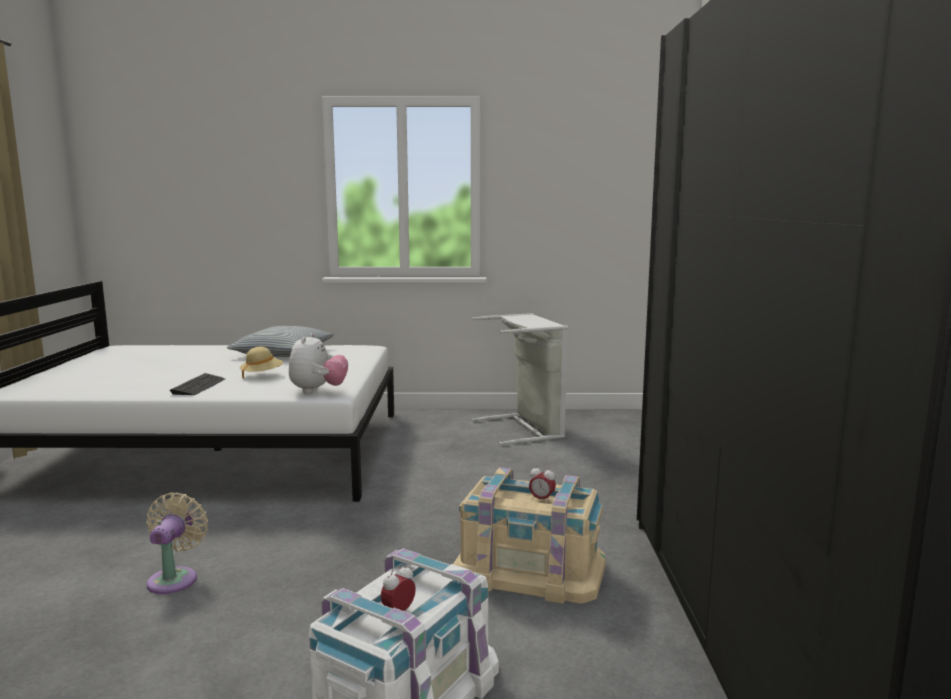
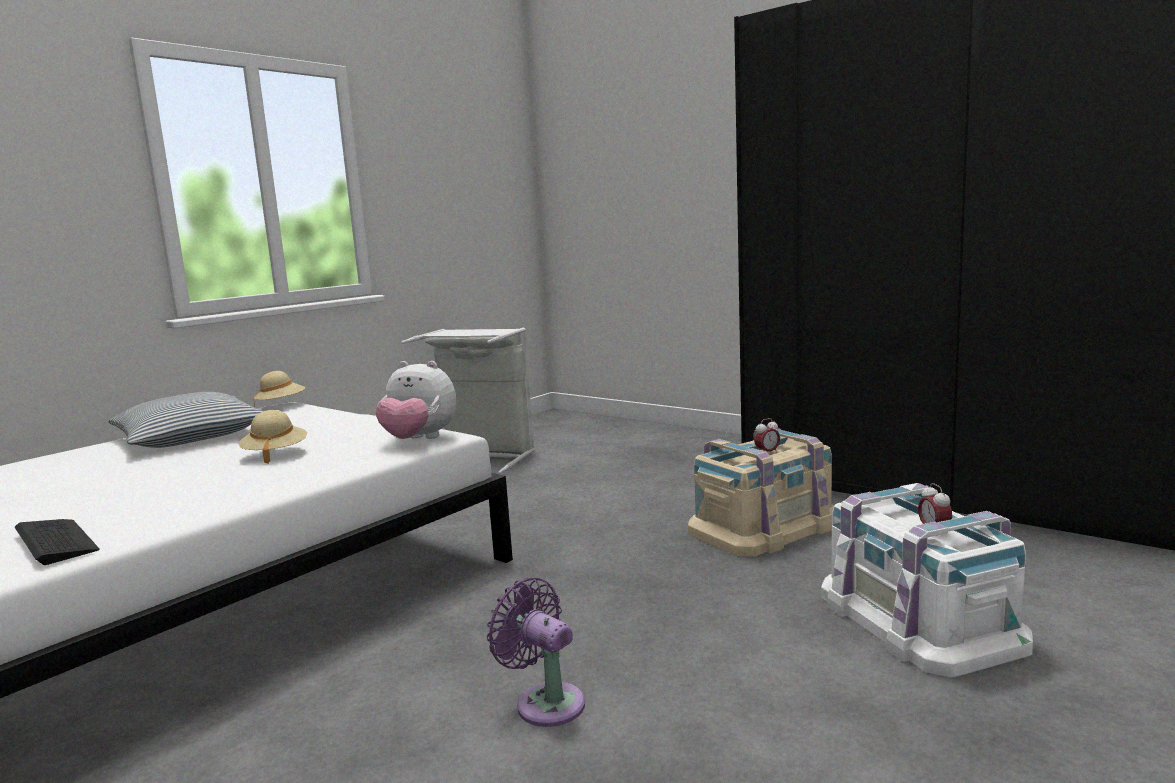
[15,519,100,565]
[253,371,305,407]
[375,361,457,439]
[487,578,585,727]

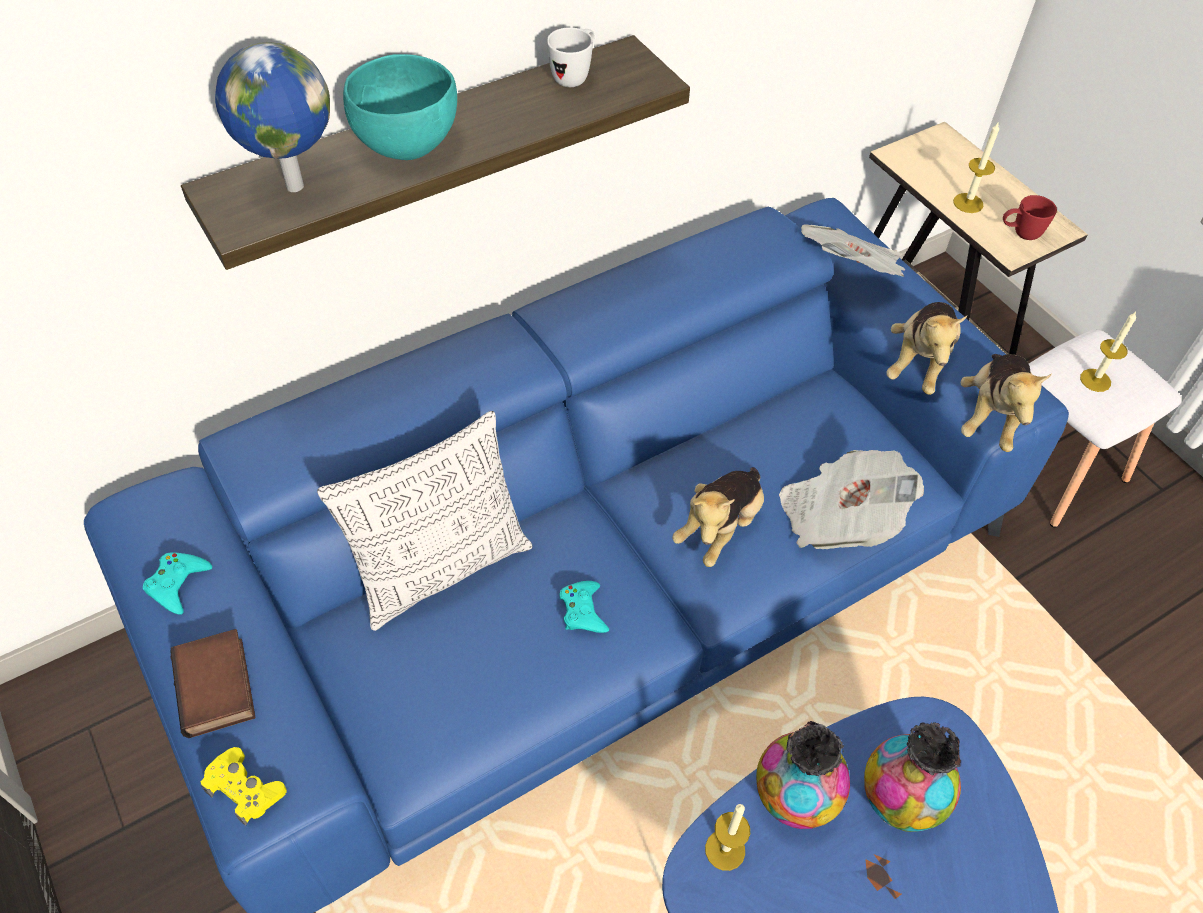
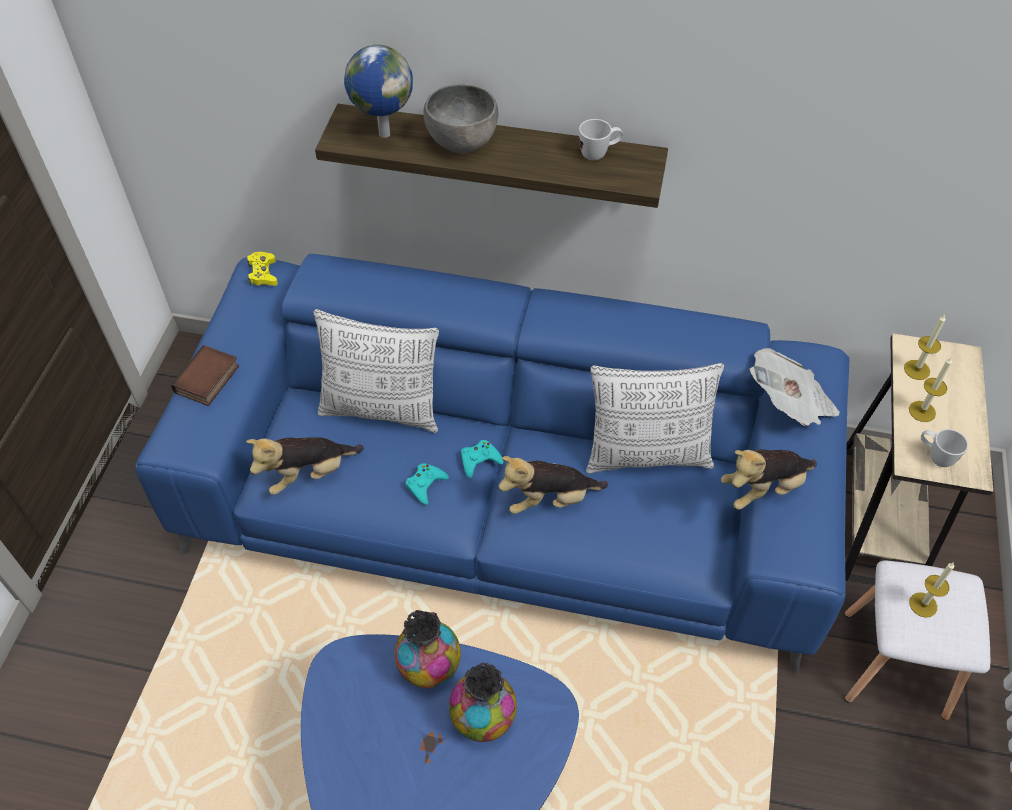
[246,437,364,495]
[247,252,278,286]
[423,84,498,154]
[461,440,503,478]
[586,363,724,474]
[904,315,945,380]
[921,429,968,467]
[779,450,924,549] (first image)

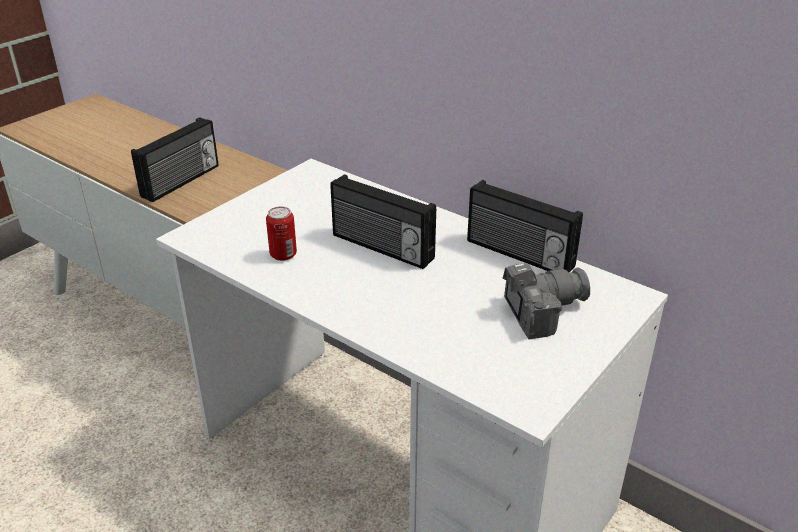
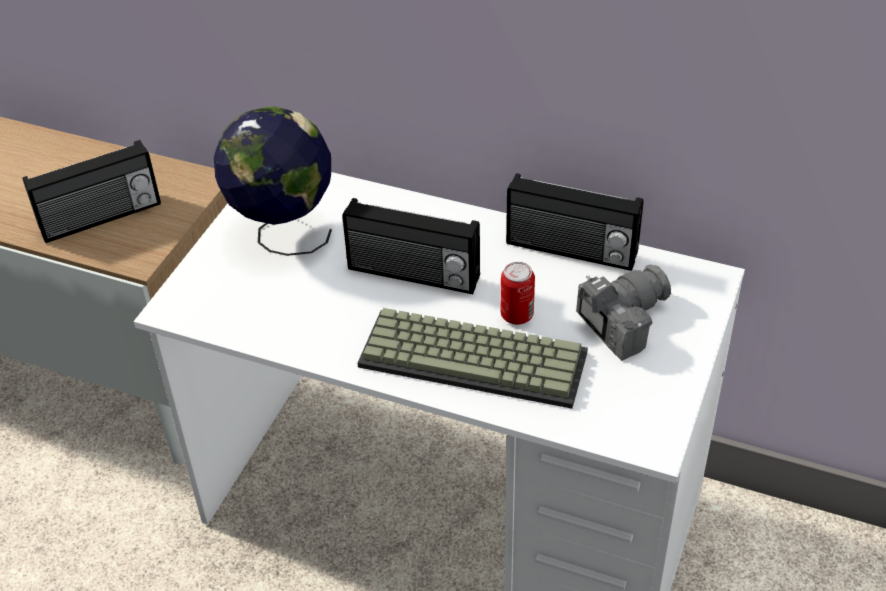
[23,140,161,243]
[214,106,332,256]
[357,308,588,409]
[501,262,535,325]

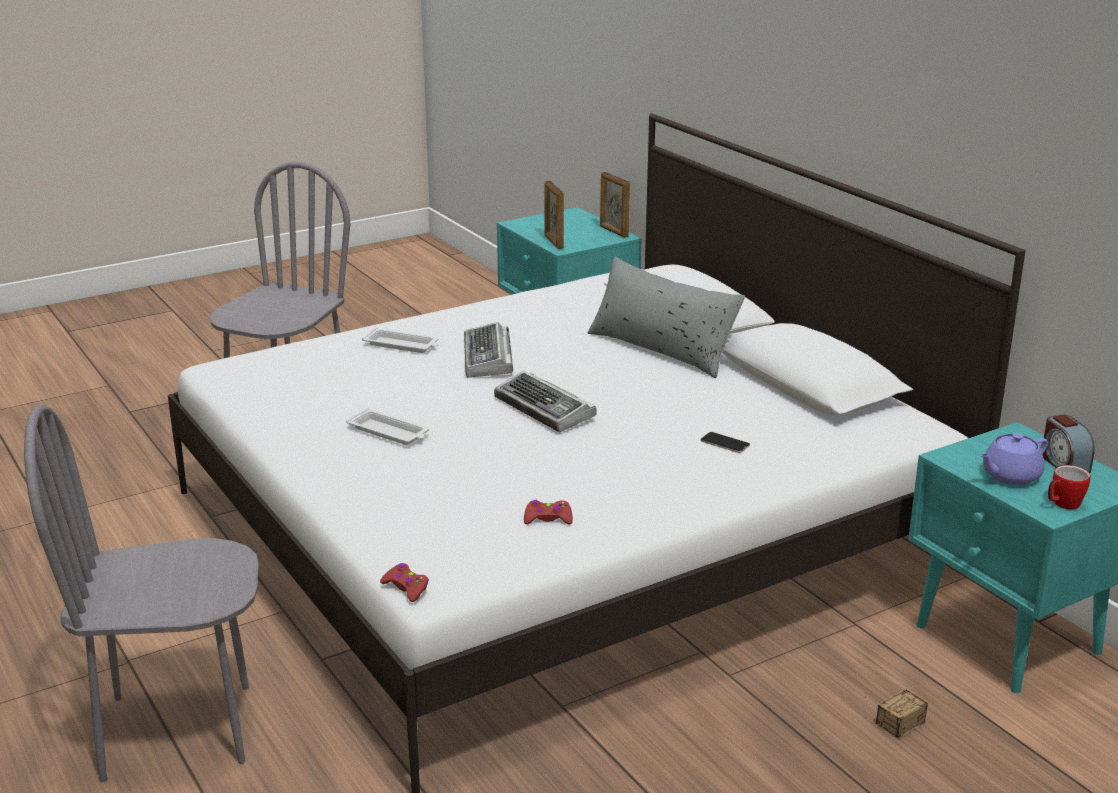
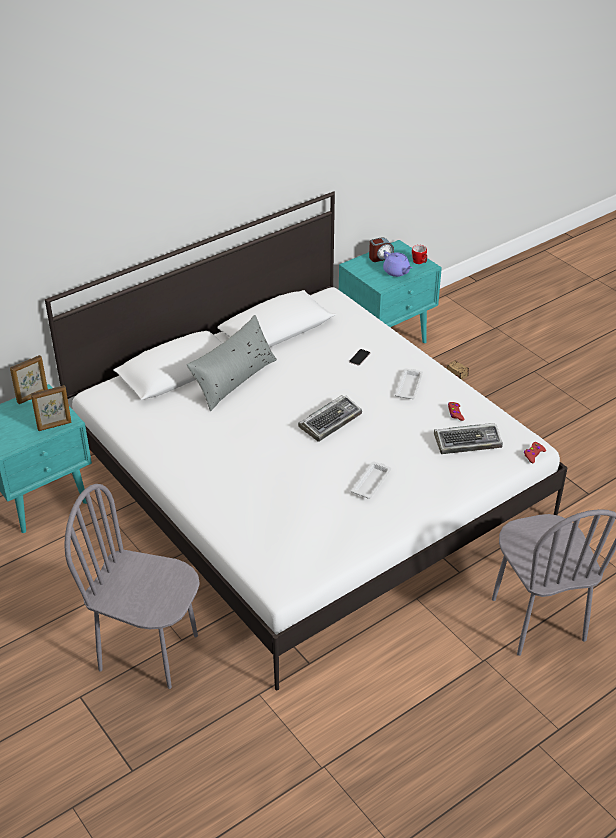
[395,369,423,399]
[434,423,503,454]

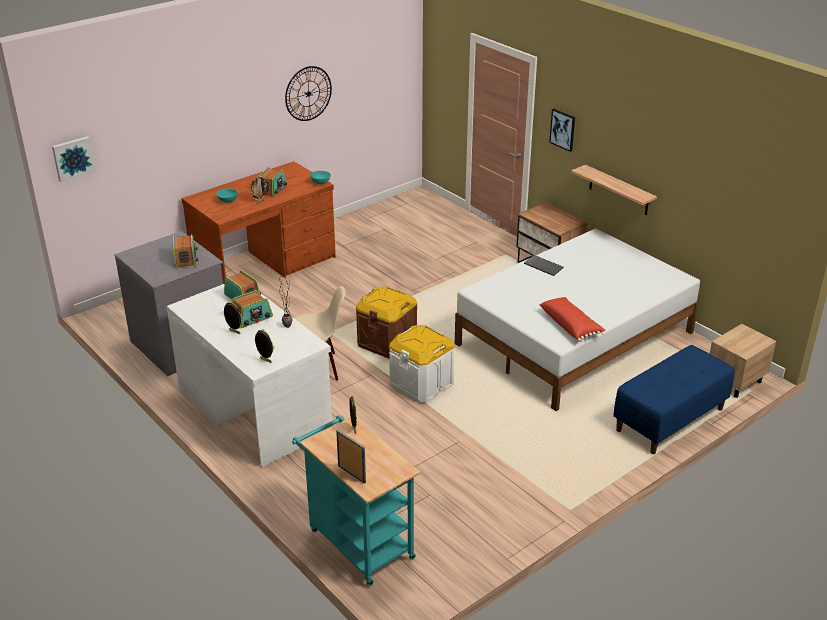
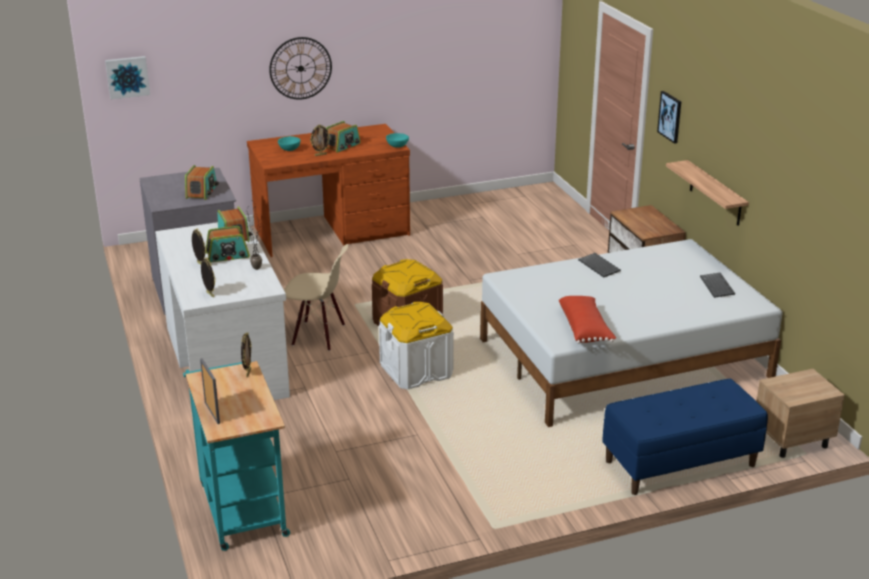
[269,37,332,100]
[700,273,735,298]

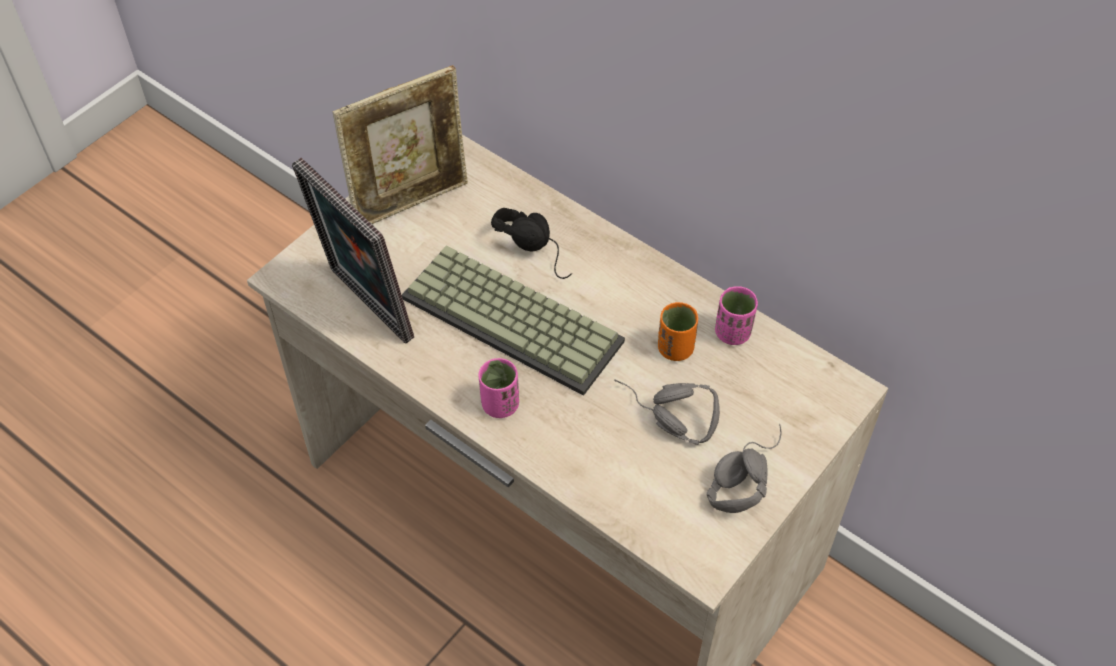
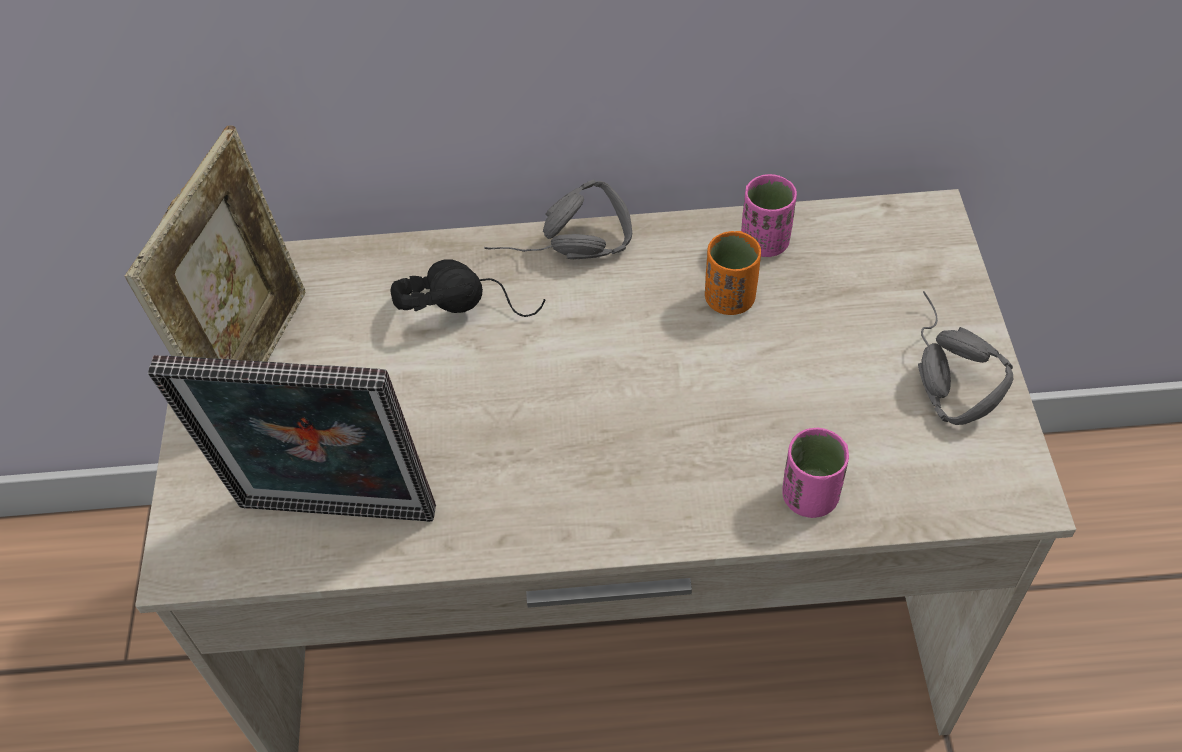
[484,180,632,259]
[782,428,849,518]
[402,245,625,396] (first image)

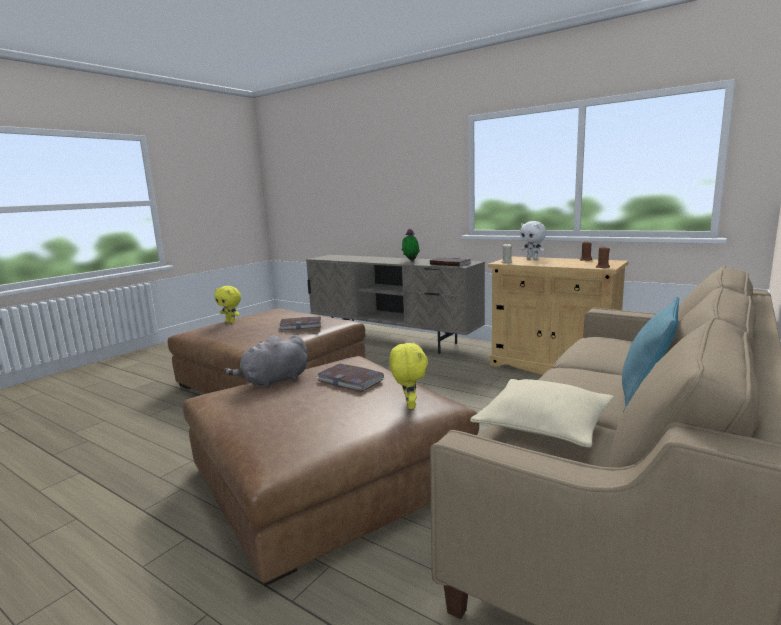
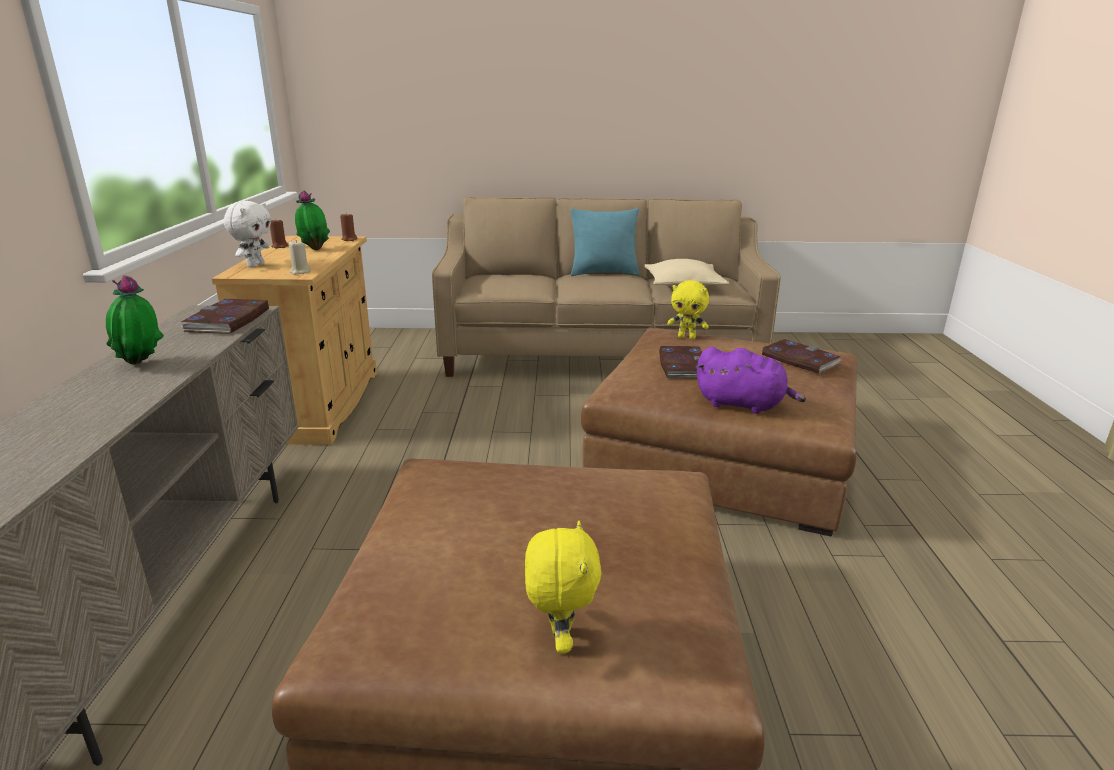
[295,190,330,250]
[667,280,709,339]
[697,347,806,414]
[761,339,841,374]

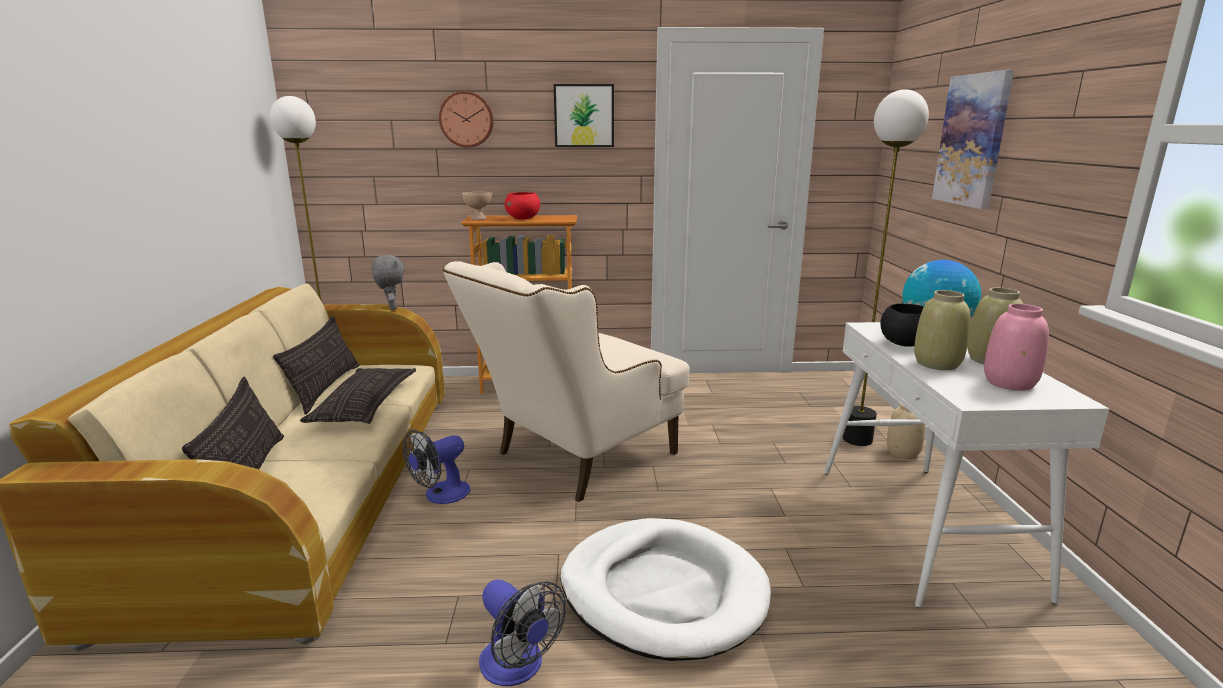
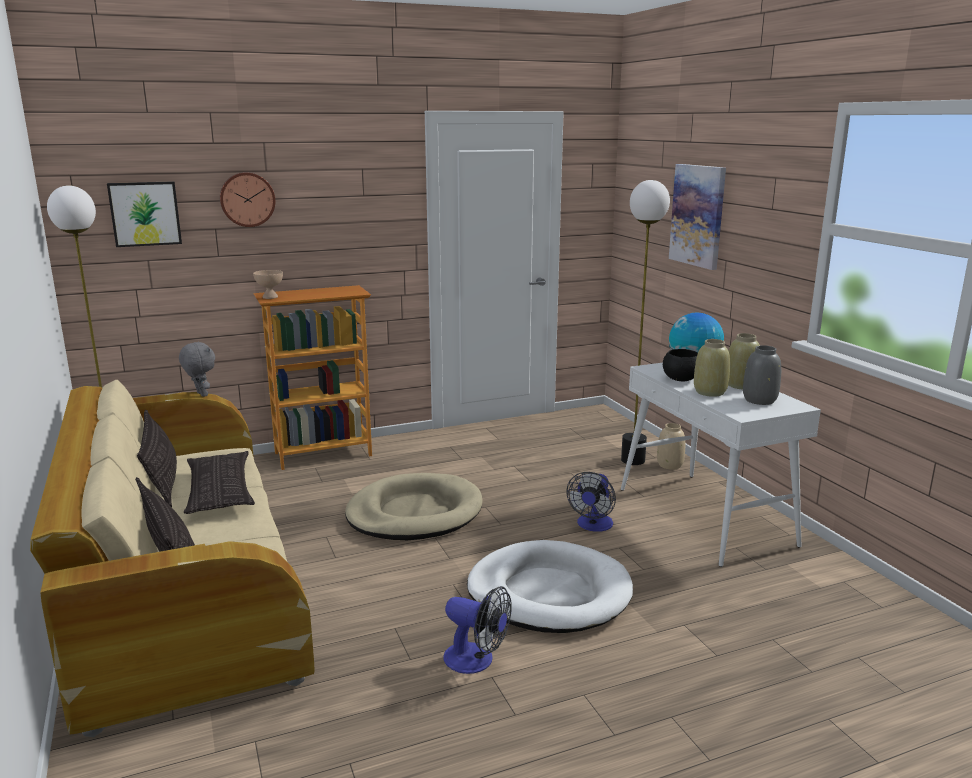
[107,181,182,247]
[345,473,483,540]
[566,472,616,532]
[743,345,781,405]
[505,192,540,220] (first image)

